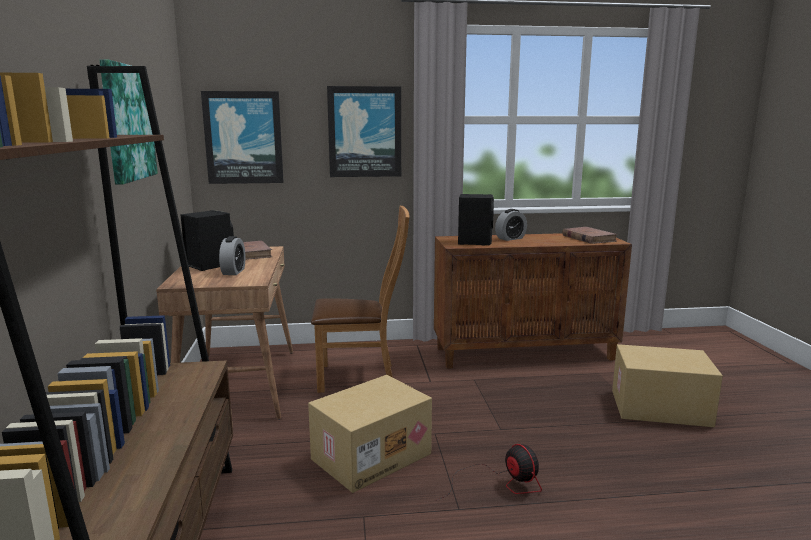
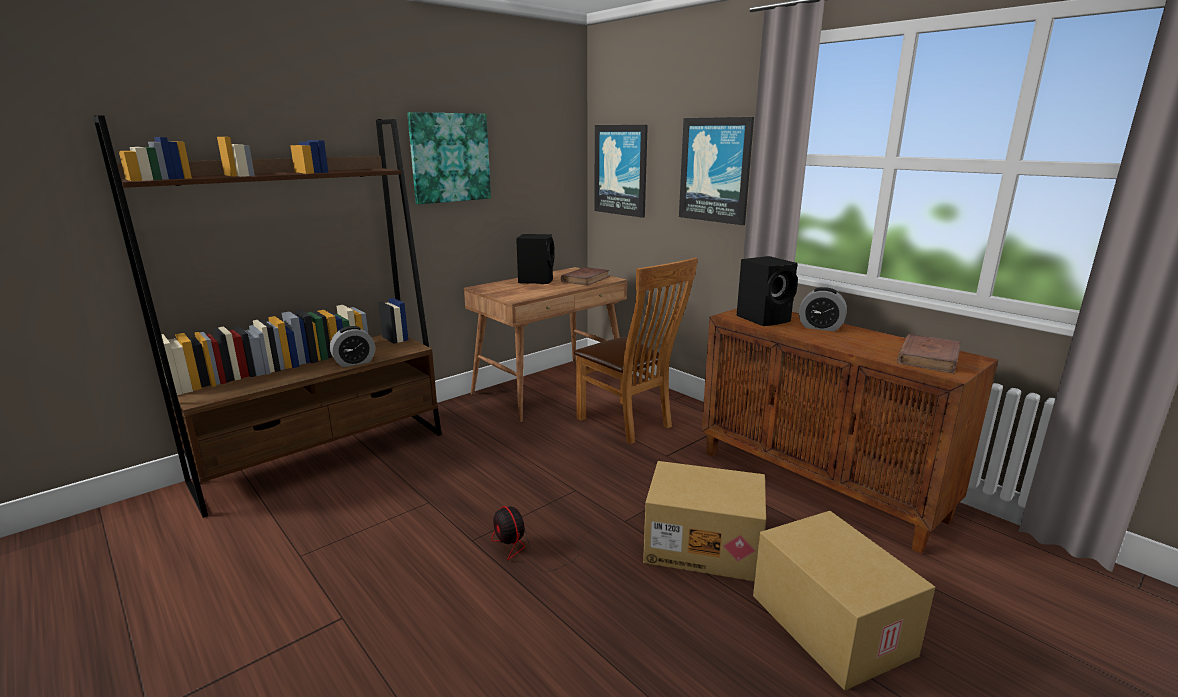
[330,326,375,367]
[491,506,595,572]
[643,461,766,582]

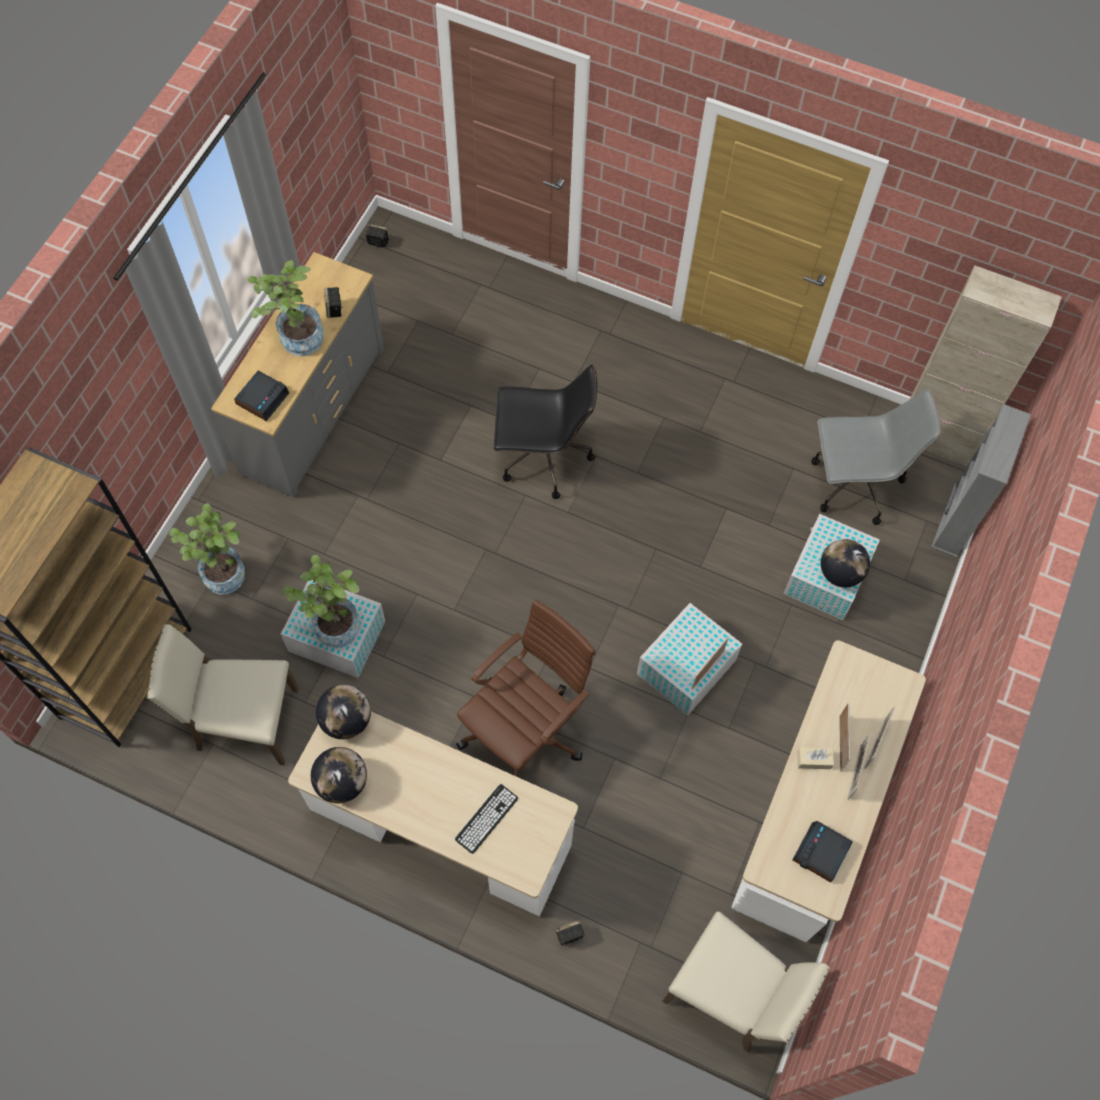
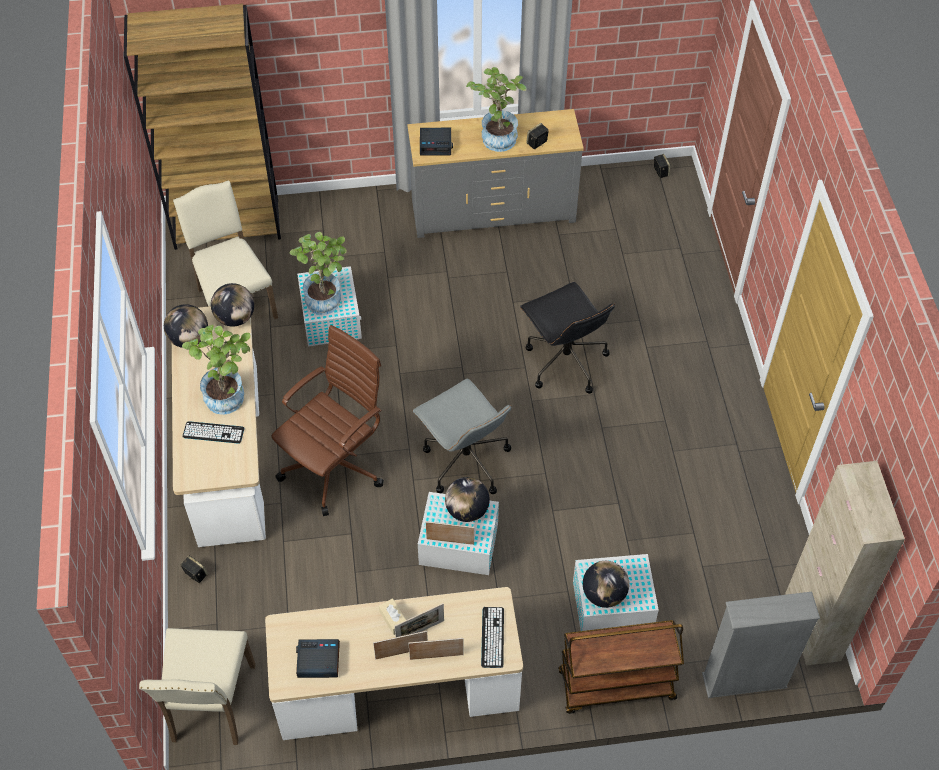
[182,325,251,415]
[272,325,384,516]
[413,379,511,494]
[445,477,490,522]
[481,607,504,668]
[558,620,684,714]

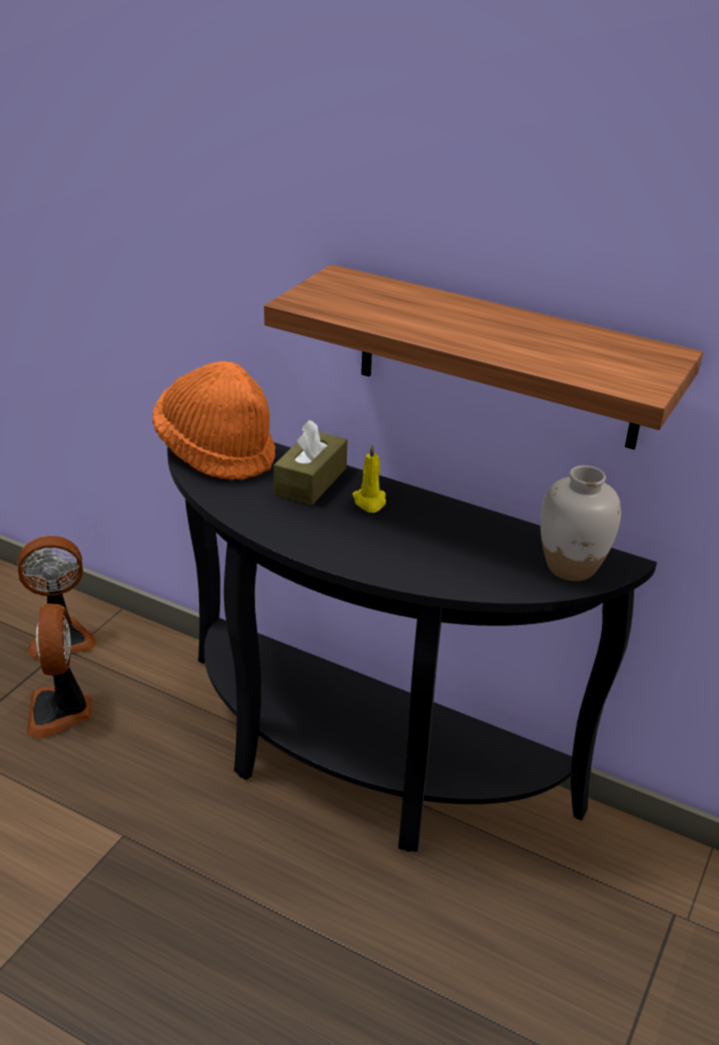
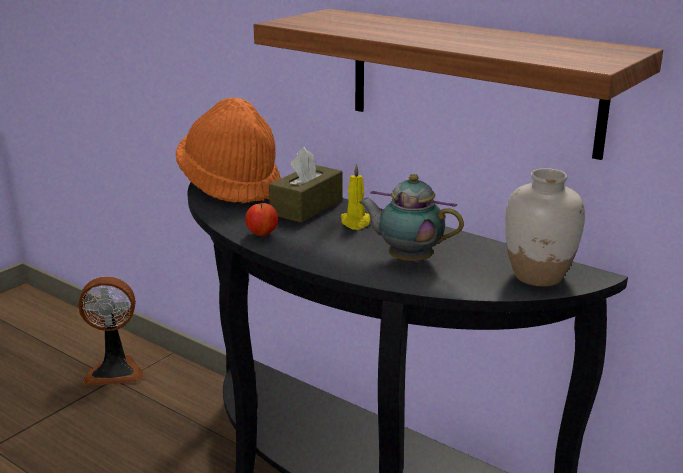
[245,203,278,237]
[359,174,464,263]
[27,603,92,739] (first image)

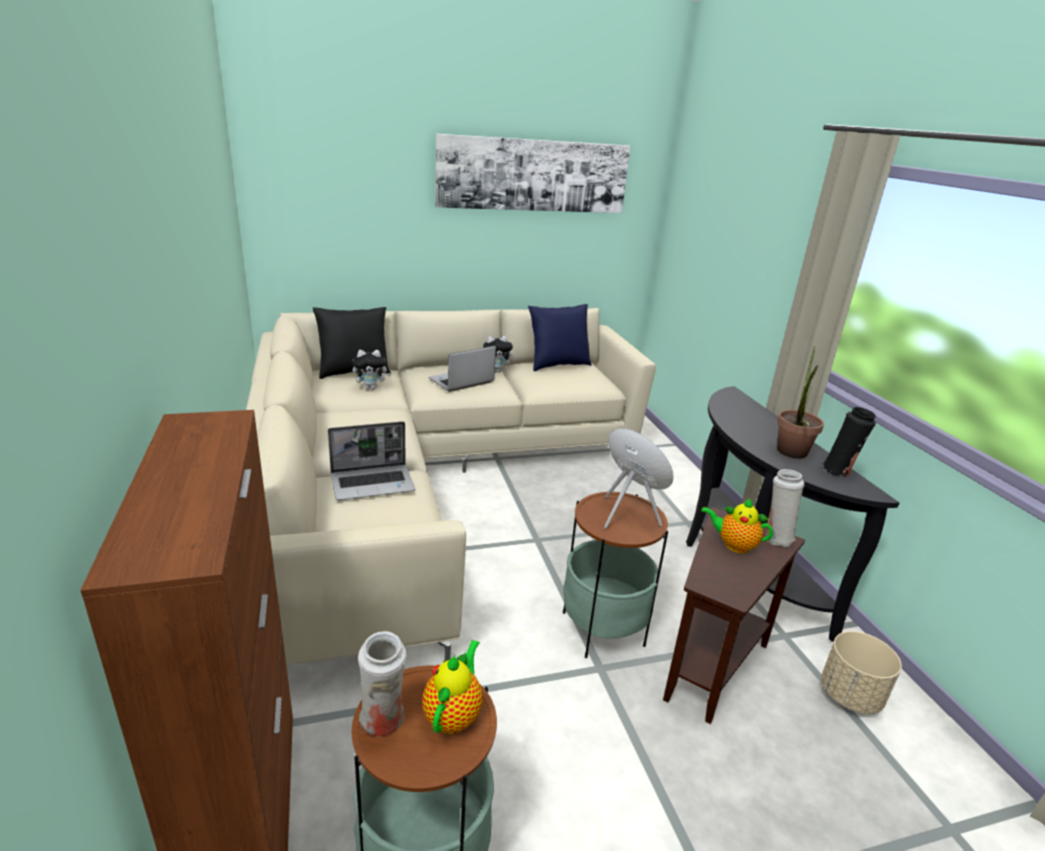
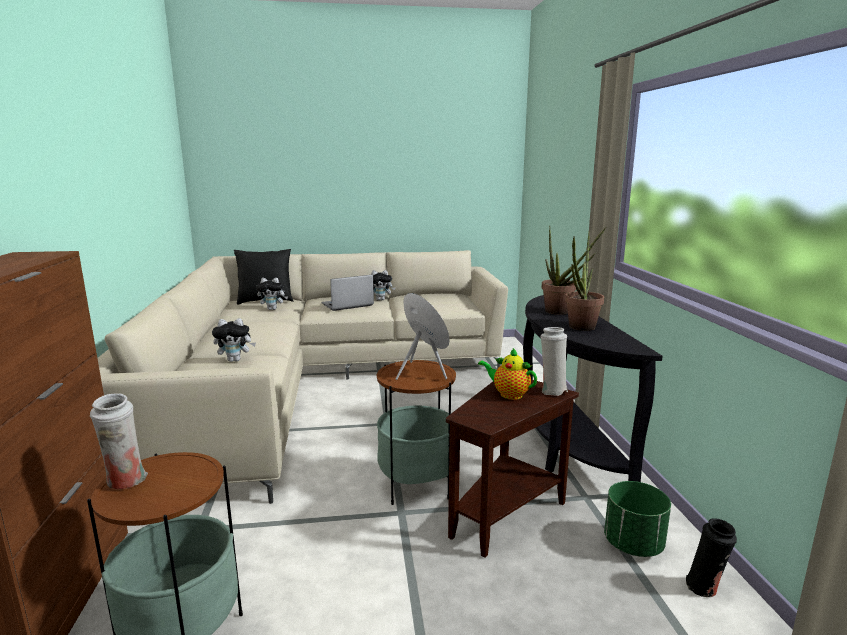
[212,318,256,362]
[542,226,606,315]
[604,481,671,557]
[686,518,737,597]
[422,640,483,734] (first image)
[435,134,630,213] (first image)
[528,304,591,371] (first image)

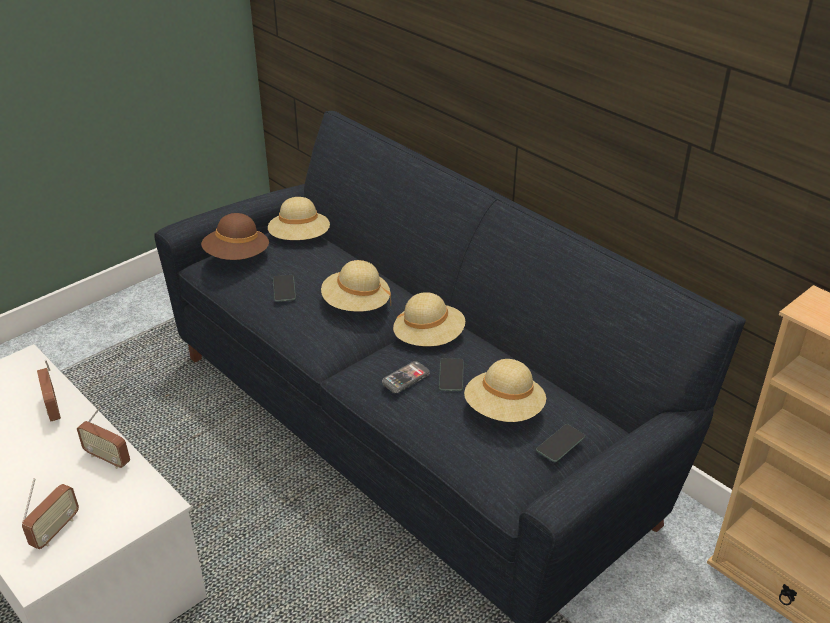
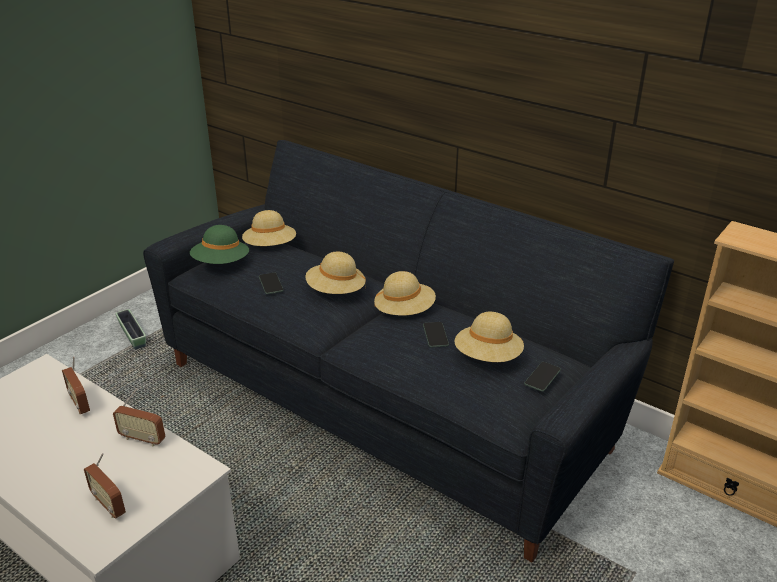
[84,453,126,518]
[115,309,146,349]
[190,225,249,264]
[382,361,429,393] (first image)

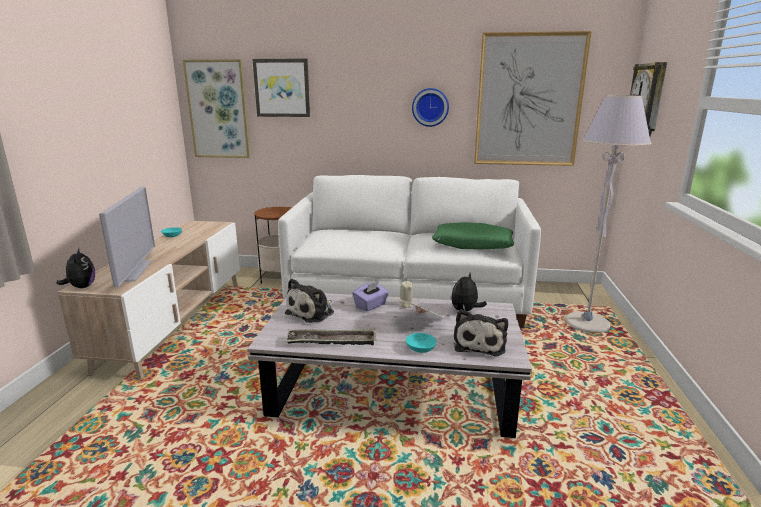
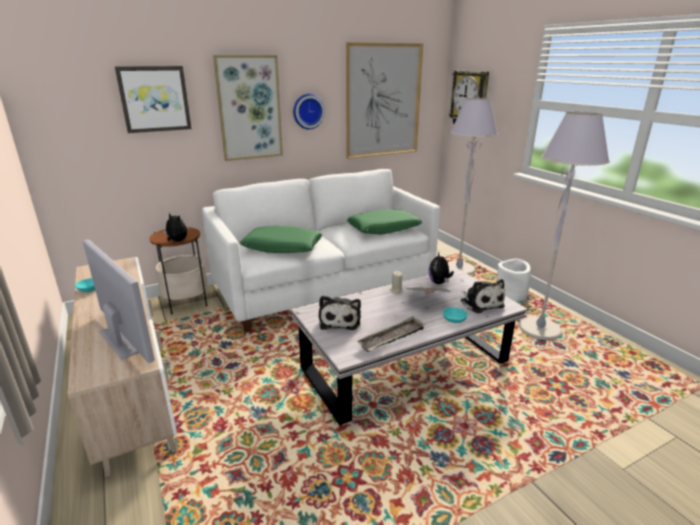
[163,213,187,242]
[213,55,283,161]
[240,226,322,253]
[497,259,531,302]
[519,111,610,340]
[353,281,389,311] (first image)

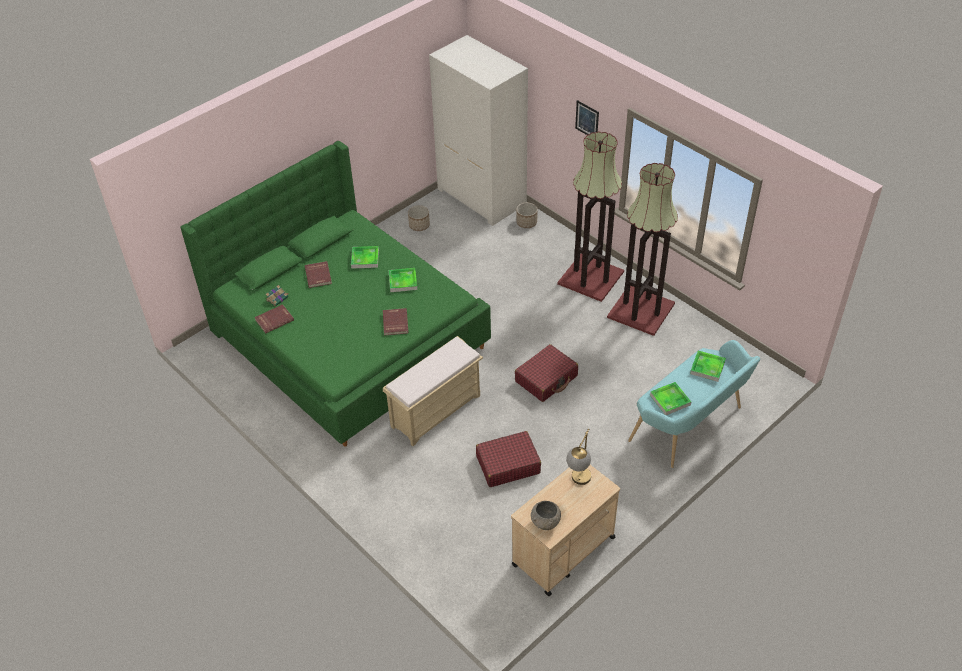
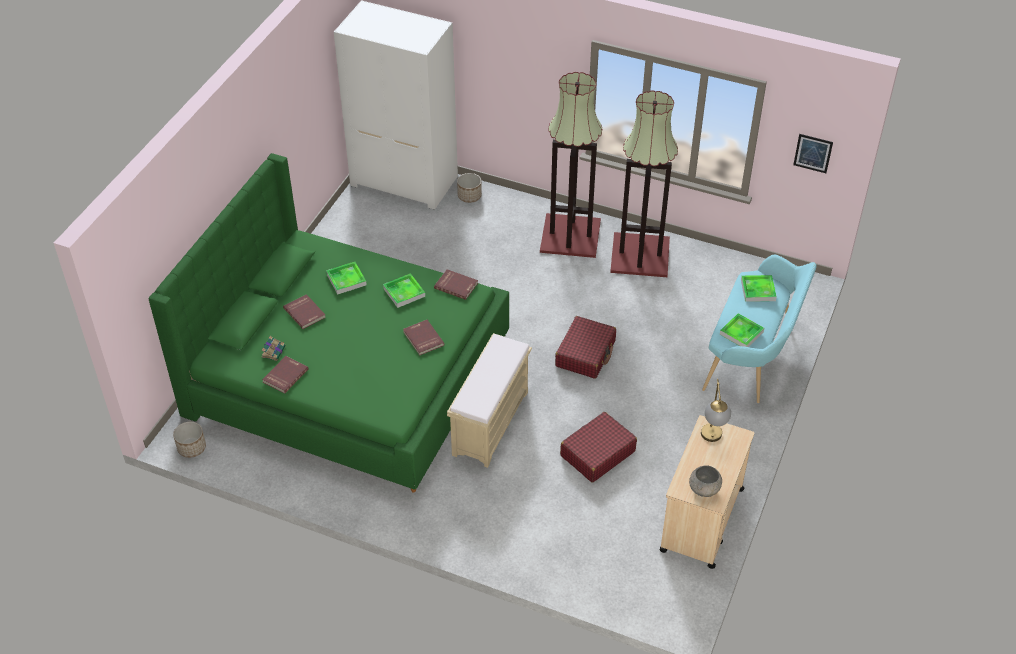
[173,422,206,458]
[434,269,478,300]
[793,134,833,173]

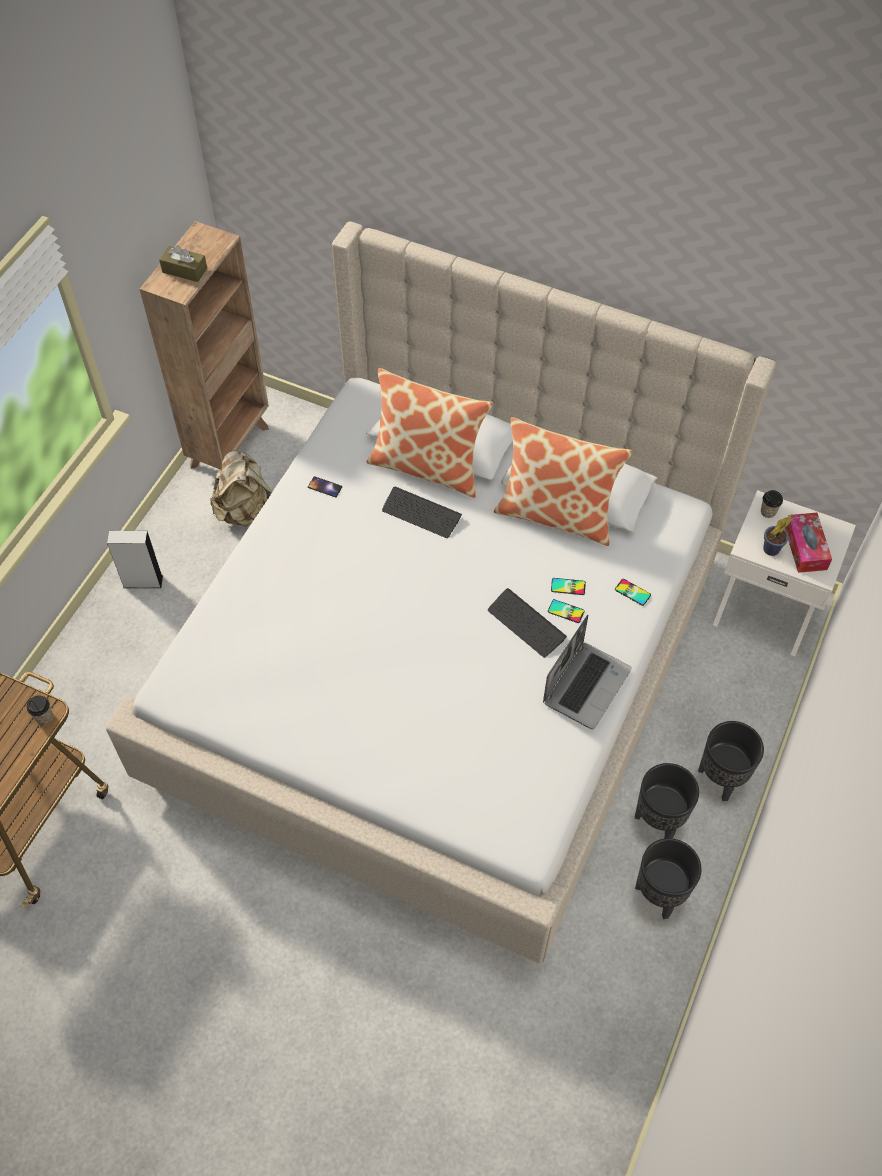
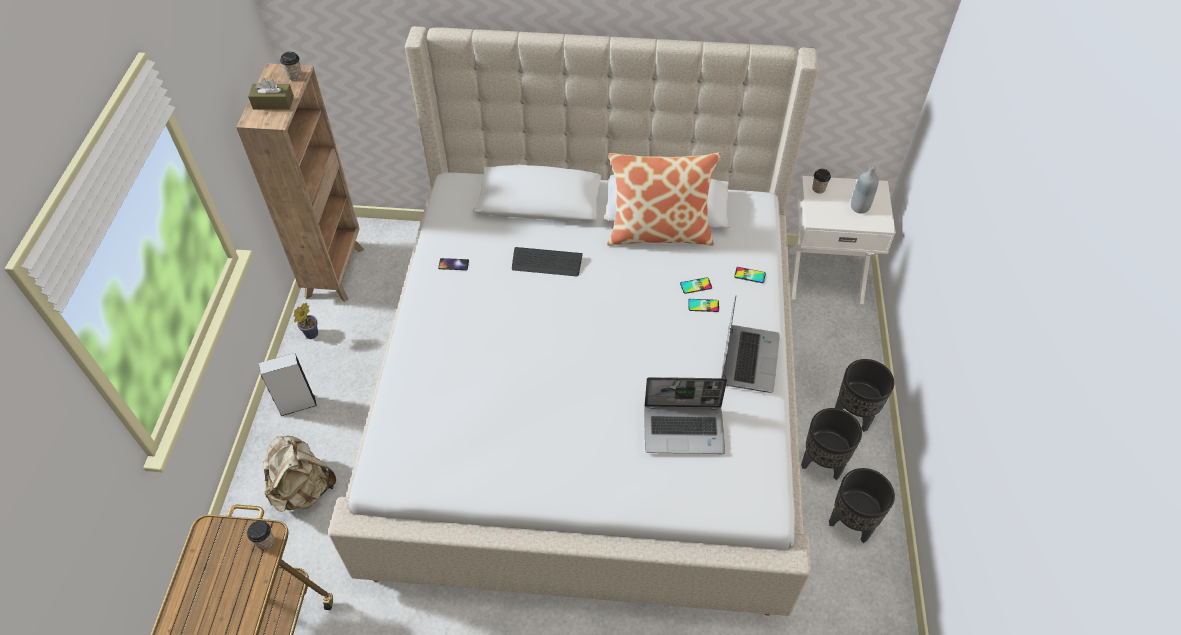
[263,436,336,512]
[280,52,302,81]
[293,303,318,339]
[644,377,727,454]
[851,165,879,214]
[367,368,493,498] (first image)
[488,588,567,658] (first image)

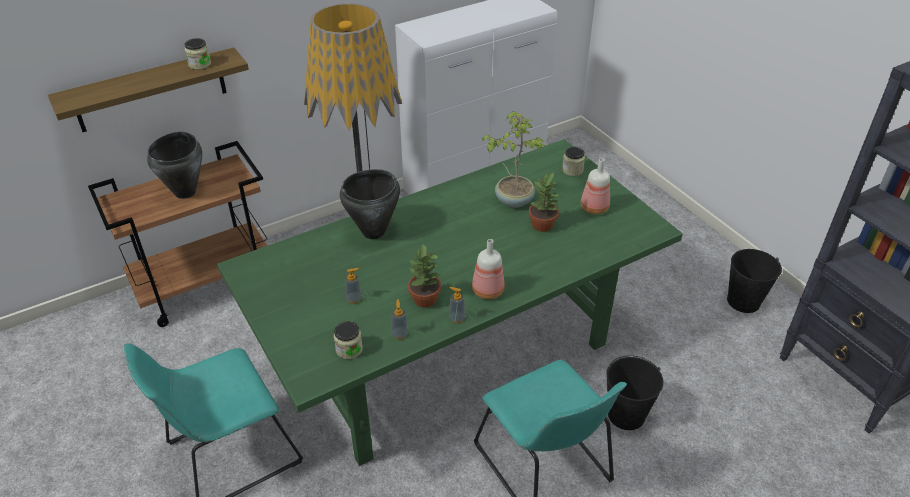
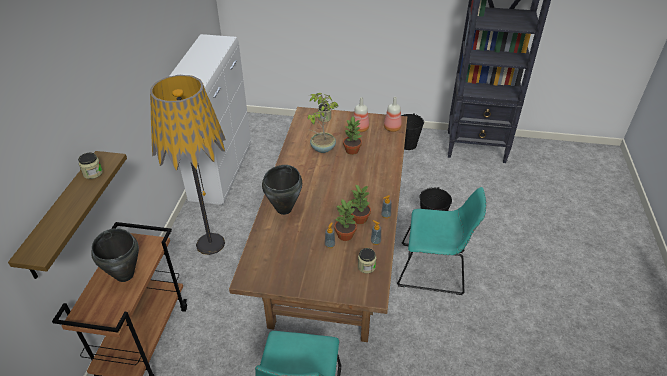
[229,107,407,342]
[334,198,357,241]
[384,97,402,132]

